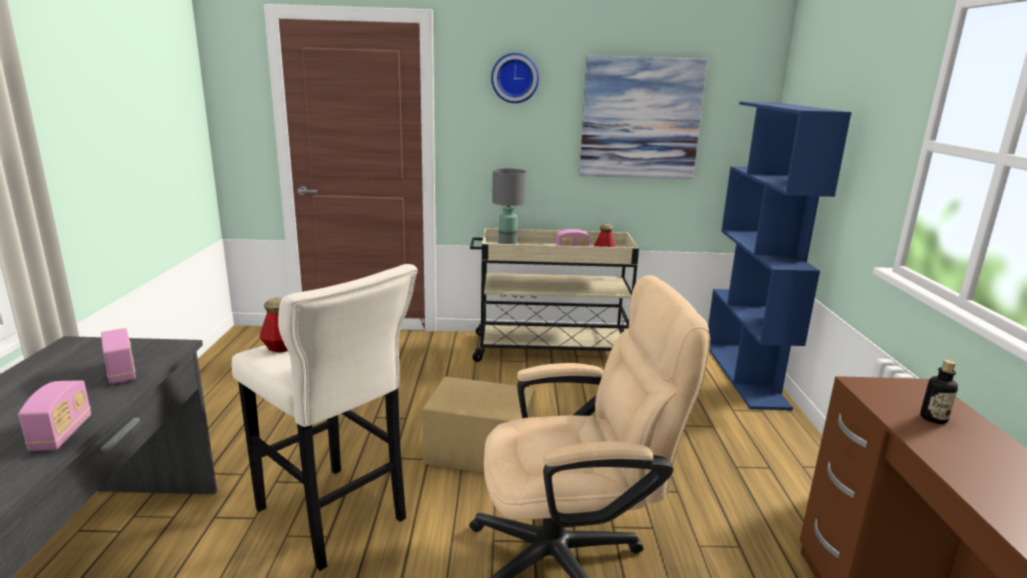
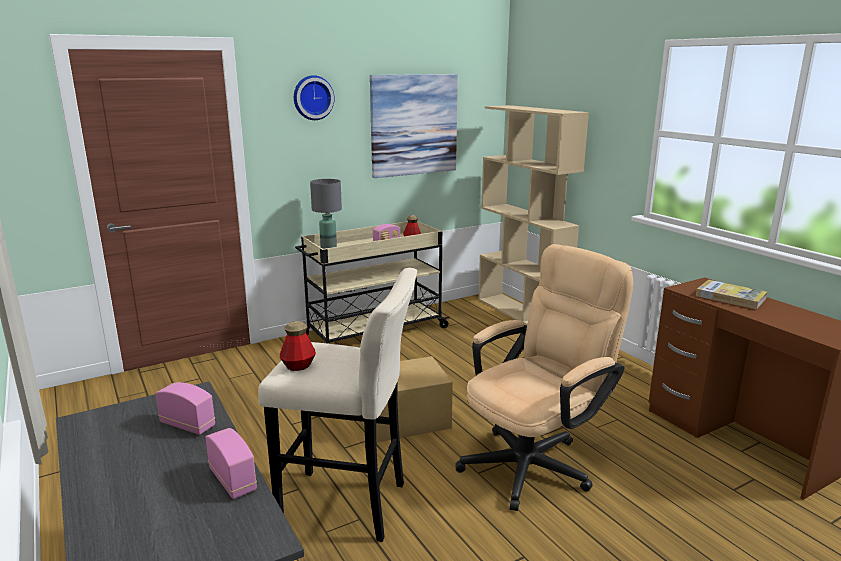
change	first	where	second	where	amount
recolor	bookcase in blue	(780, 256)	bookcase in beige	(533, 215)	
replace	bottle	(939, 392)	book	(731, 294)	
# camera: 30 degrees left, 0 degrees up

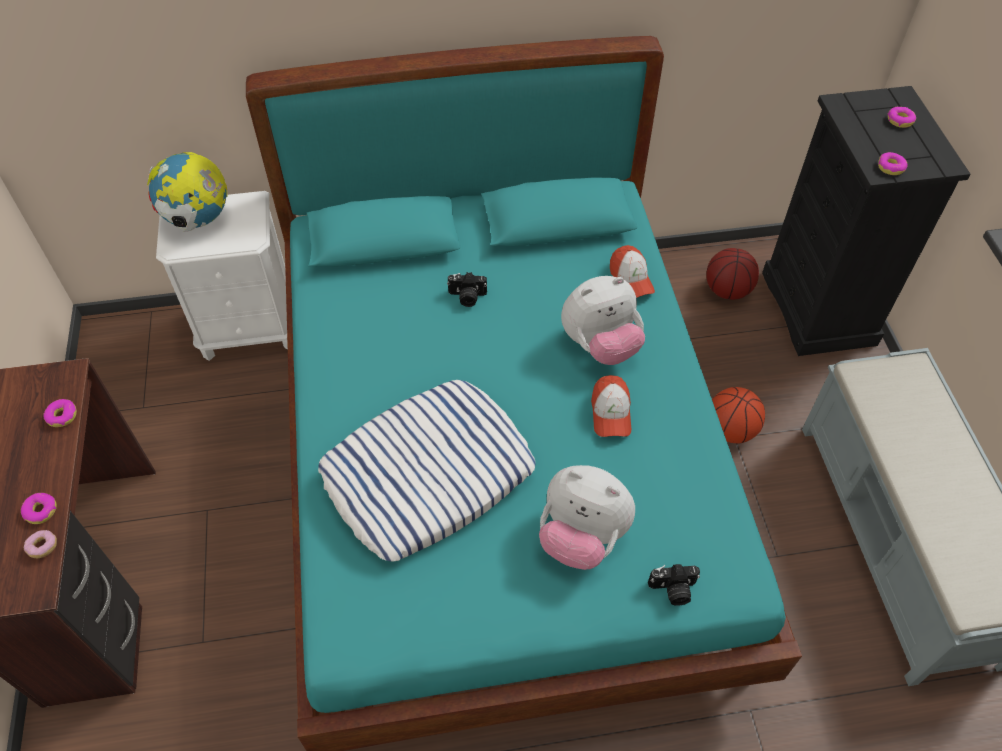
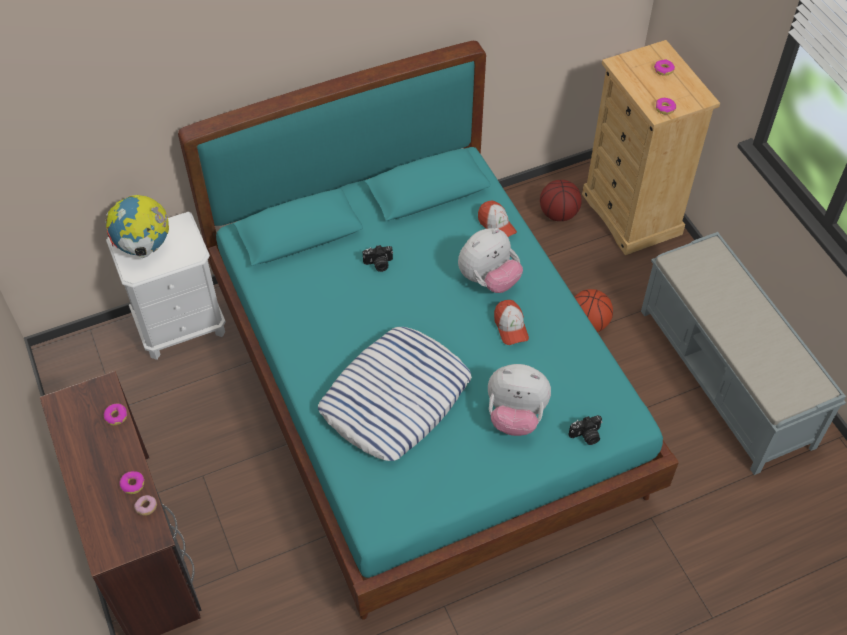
change	first	where	second	where	amount
recolor	dresser in black	(866, 221)	dresser in beige	(651, 147)	
# camera: 15 degrees left, 0 degrees up

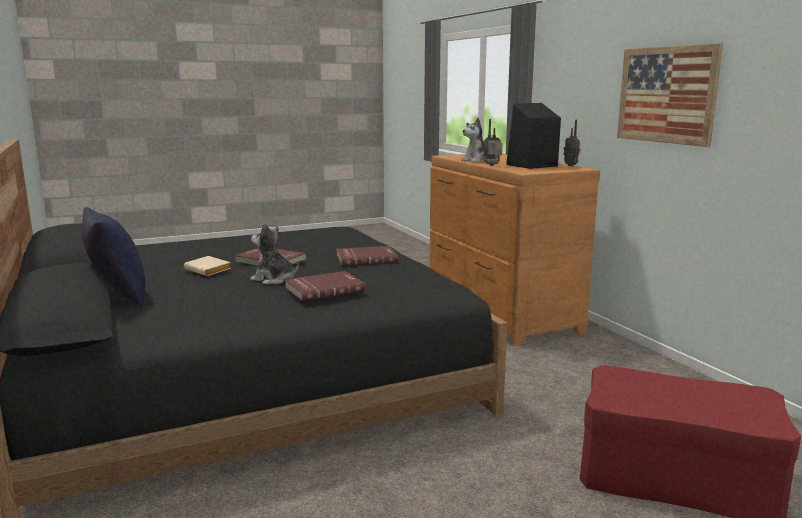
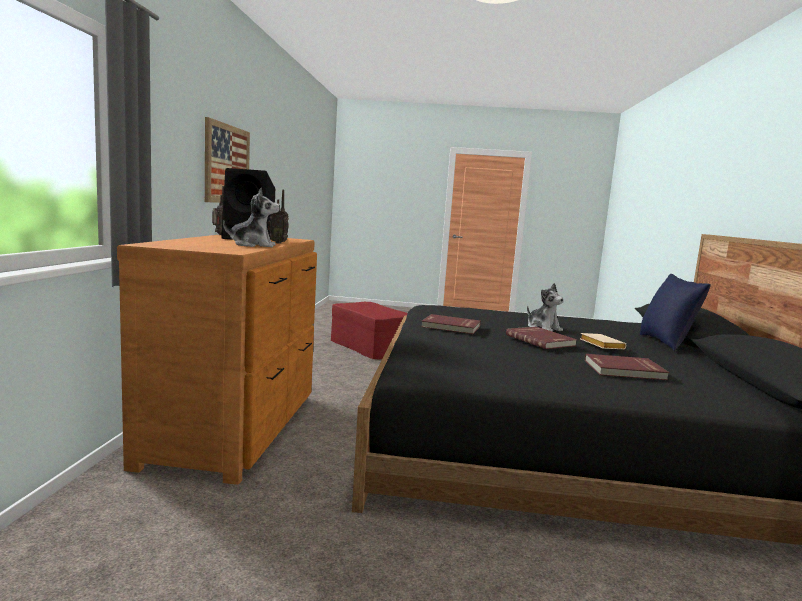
change	first	where	second	where	amount
move	book in red	(325, 286)		(627, 367)	
# camera: 150 degrees left, 5 degrees down

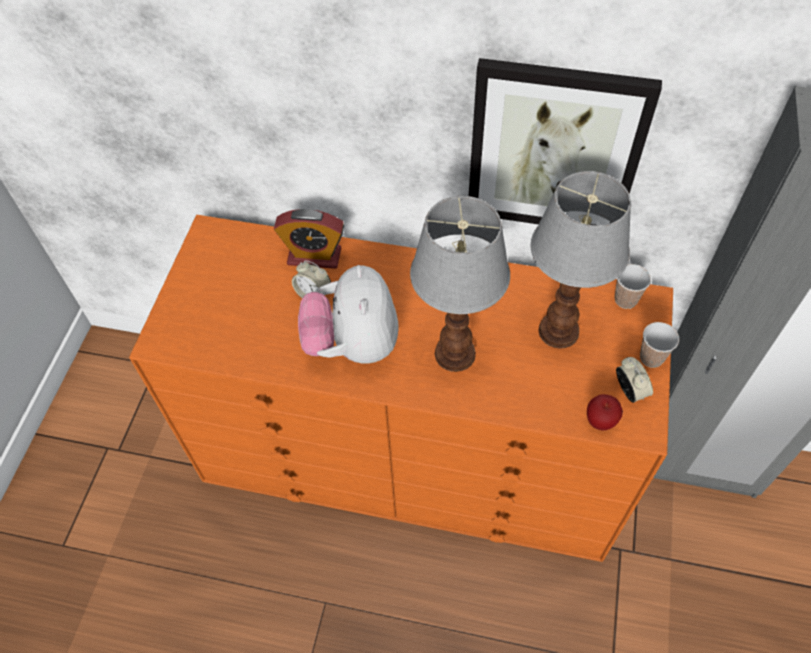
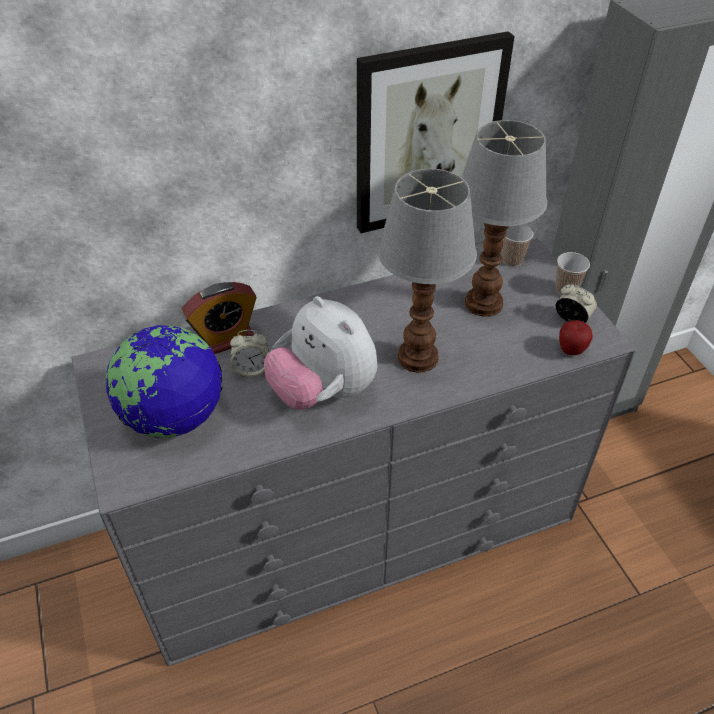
change	first	where	second	where	amount
recolor	dresser in orange	(401, 388)	dresser in grey	(353, 452)	
insert			globe	(164, 381)	
# camera: 35 degrees left, 10 degrees down

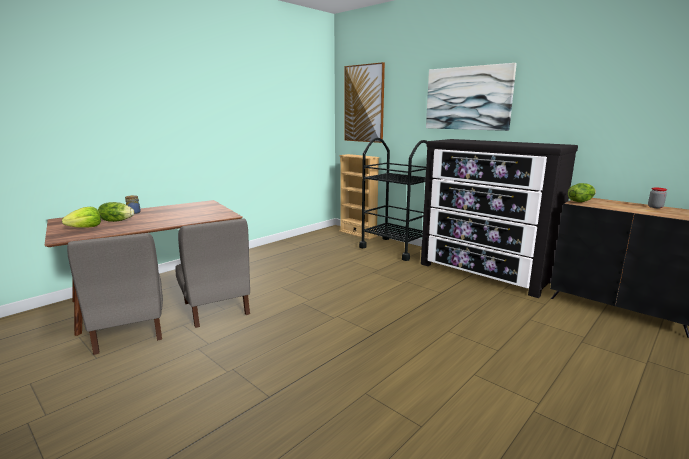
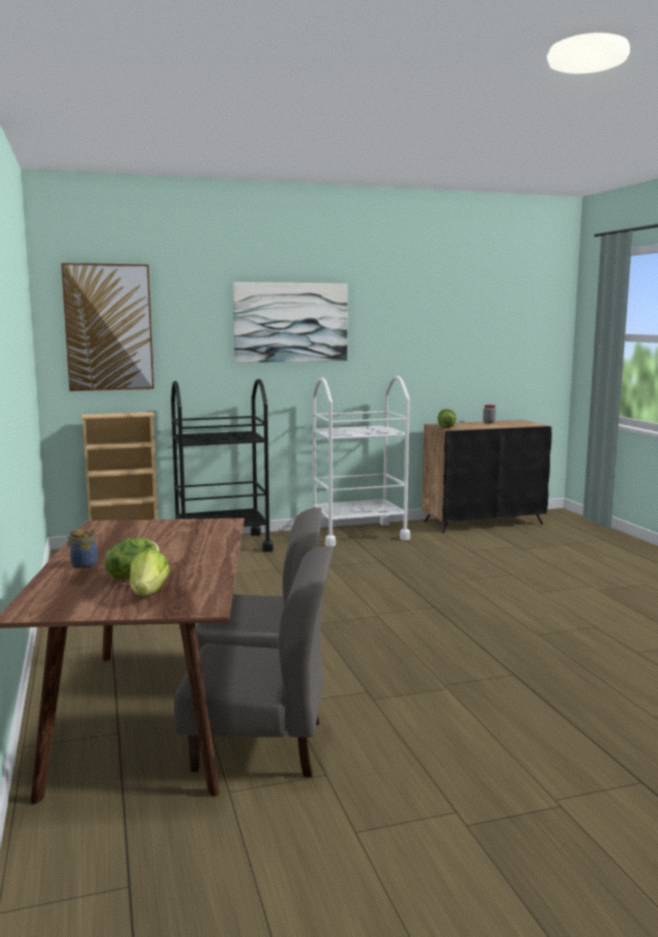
change	first	where	second	where	amount
replace	dresser	(499, 218)	cart in white	(361, 461)	
# camera: 60 degrees left, 5 degrees down

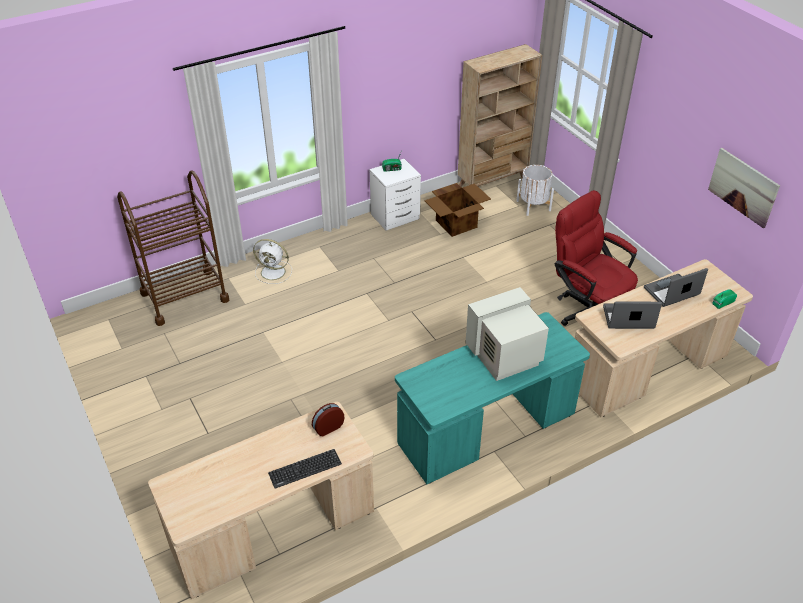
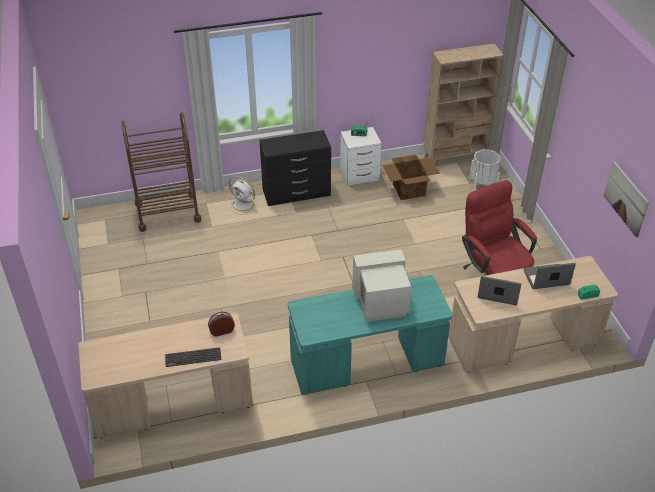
change	first	where	second	where	amount
insert			dresser in black	(295, 168)	
# camera: 15 degrees right, 0 degrees up

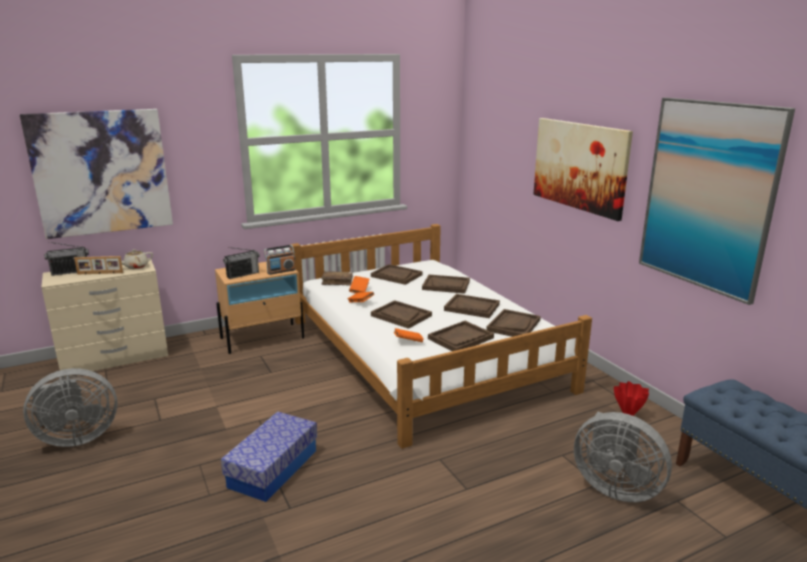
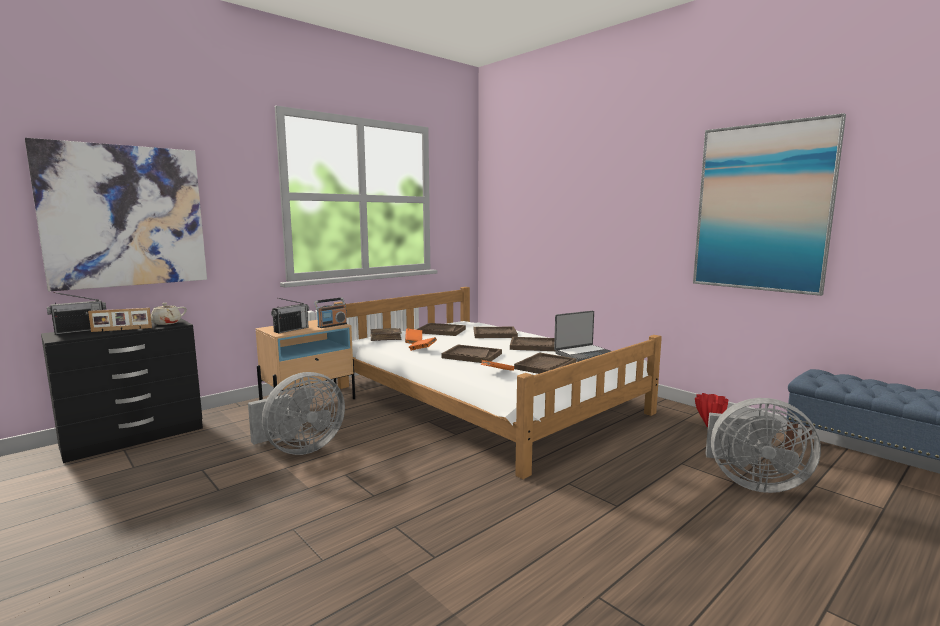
change	first	where	second	where	amount
recolor	dresser in beige	(104, 317)	dresser in black	(122, 390)	
move	fan in grey	(70, 407)		(296, 413)	
replace	tray in brown	(513, 323)	laptop	(582, 336)	
delete	storage box	(269, 457)			
delete	picture	(583, 169)			
# camera: 15 degrees left, 10 degrees down

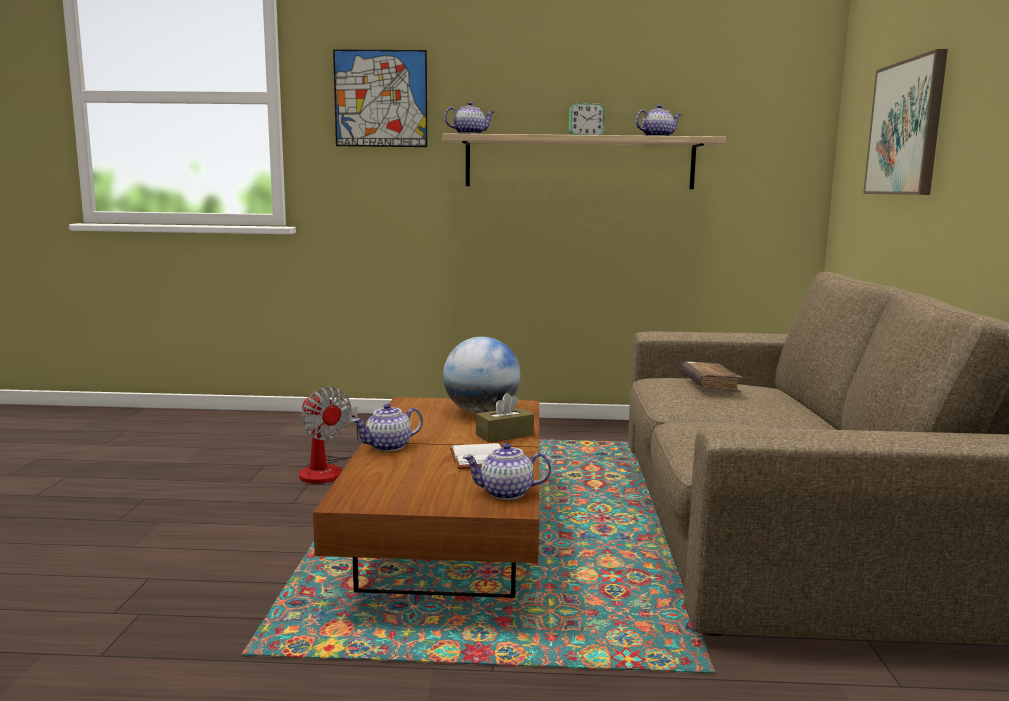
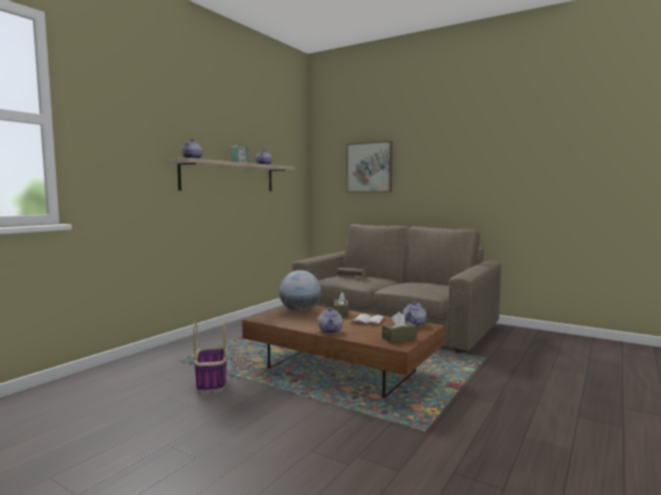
change	first	where	second	where	amount
replace	fan	(329, 435)	basket	(210, 355)	
insert			tissue box in brown	(399, 327)	
delete	picture	(380, 98)			
# camera: 60 degrees left, 5 degrees down

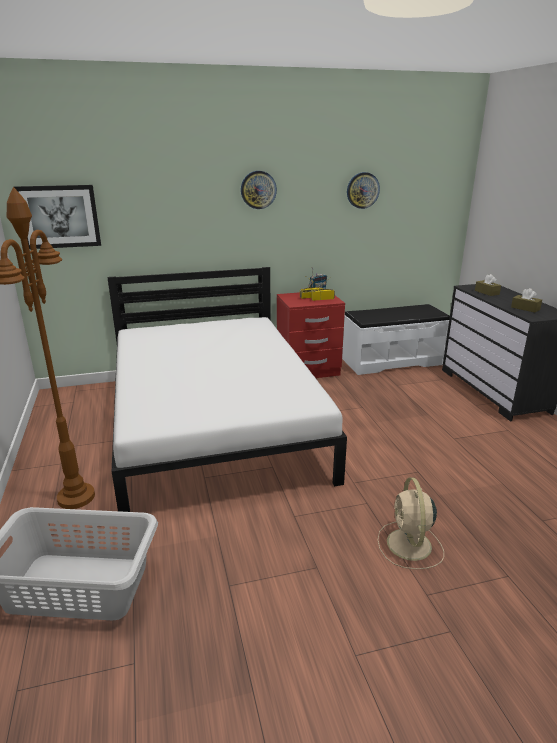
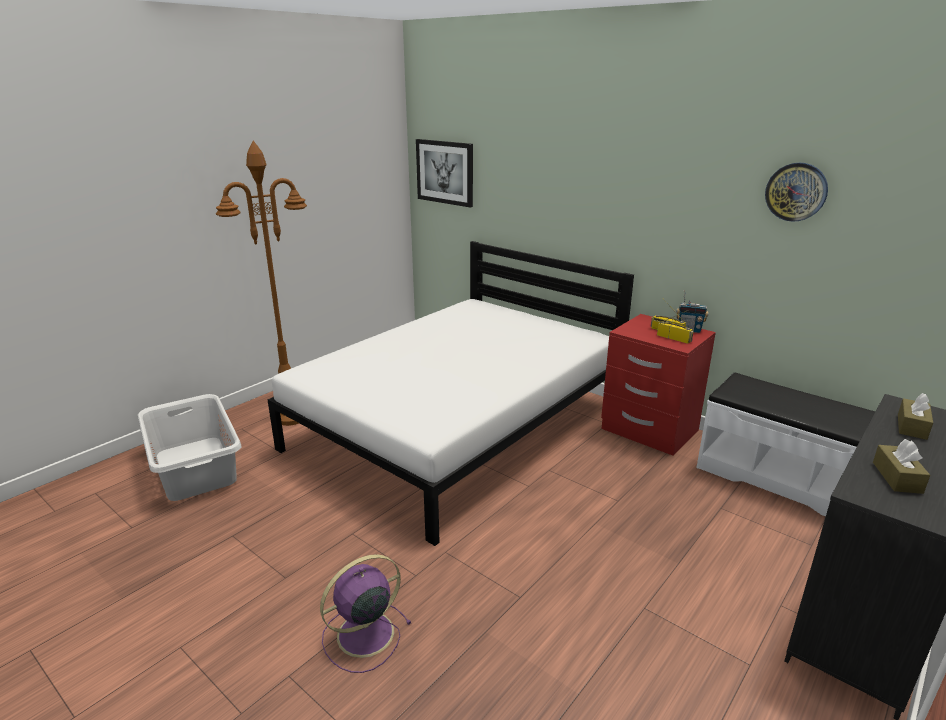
change	first	where	second	where	amount
recolor	fan in beige	(411, 523)	fan in purple	(366, 613)	
delete	wall clock	(259, 190)			
# camera: 55 degrees right, 0 degrees up

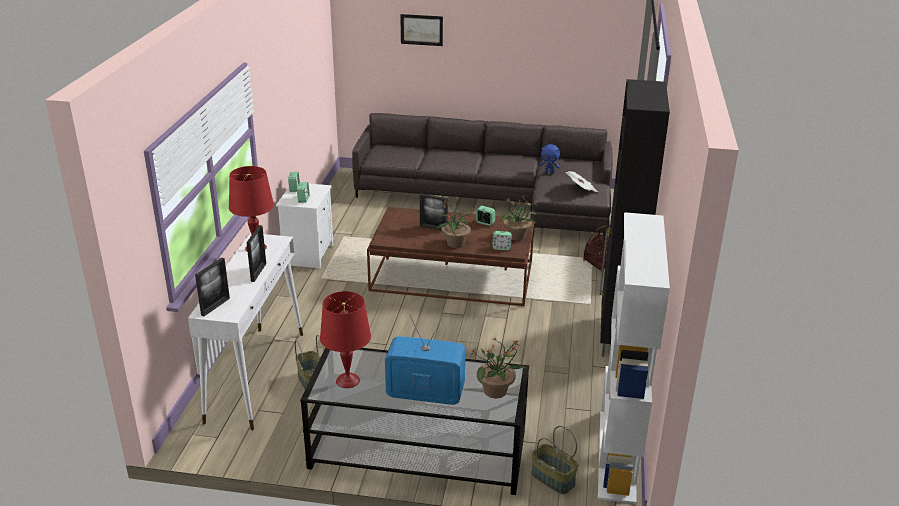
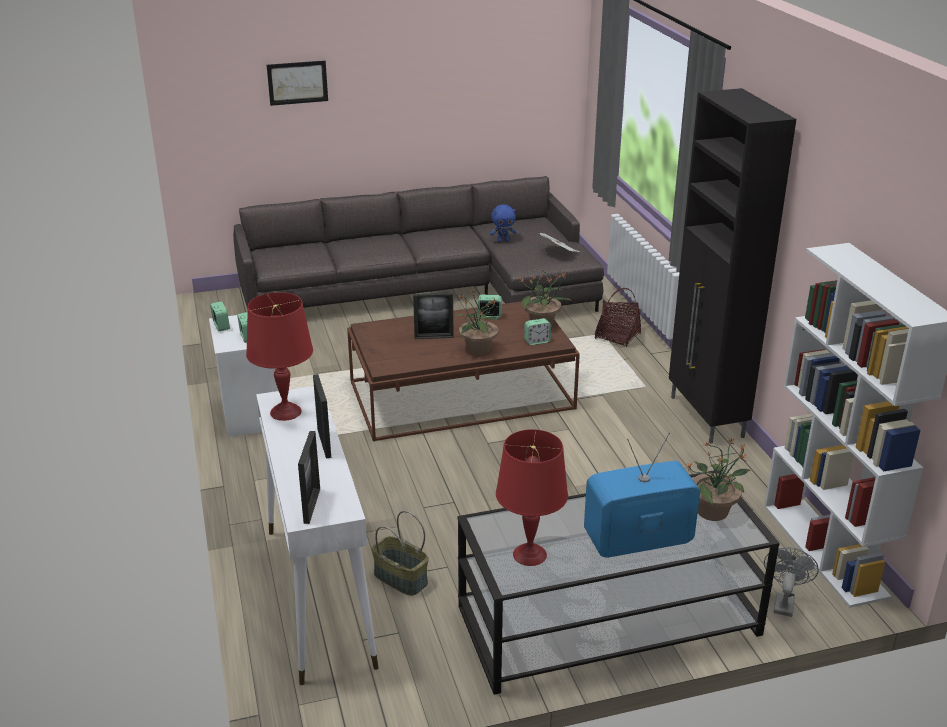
change	first	where	second	where	amount
replace	basket	(554, 460)	fan in grey	(791, 582)	
# camera: 25 degrees left, 0 degrees up

